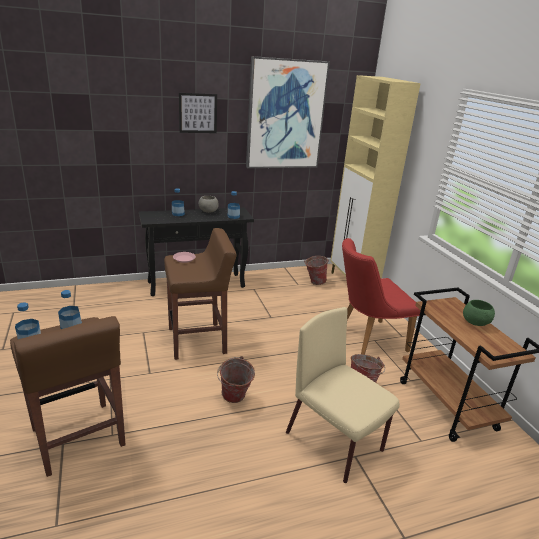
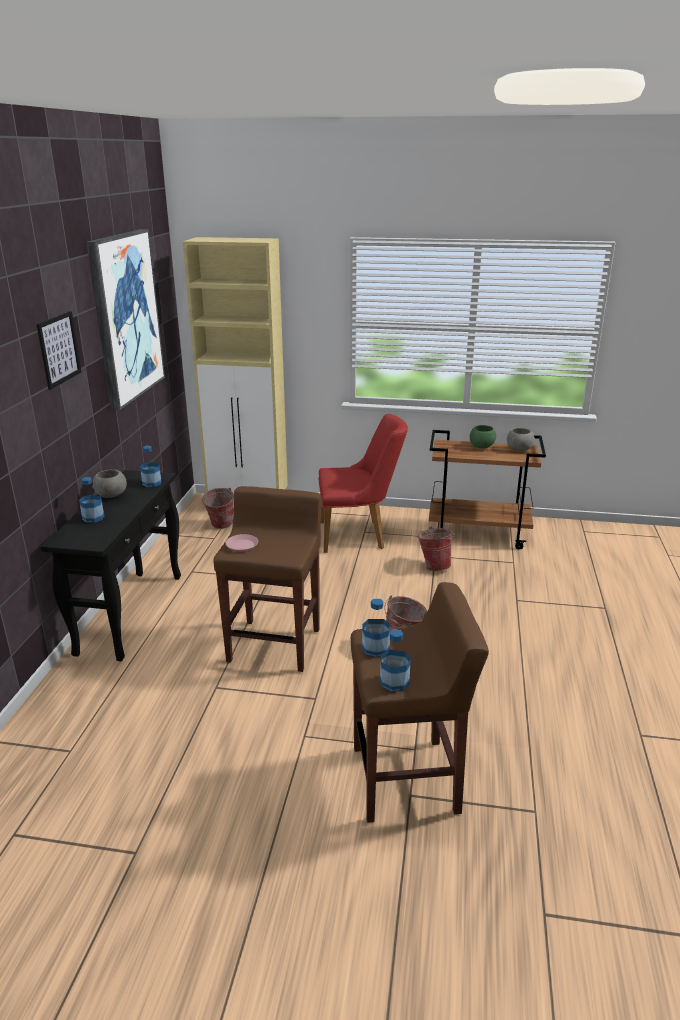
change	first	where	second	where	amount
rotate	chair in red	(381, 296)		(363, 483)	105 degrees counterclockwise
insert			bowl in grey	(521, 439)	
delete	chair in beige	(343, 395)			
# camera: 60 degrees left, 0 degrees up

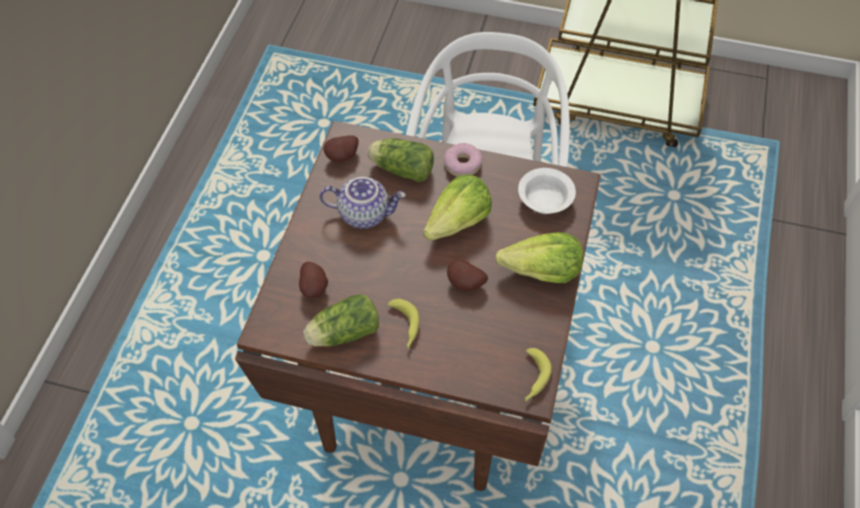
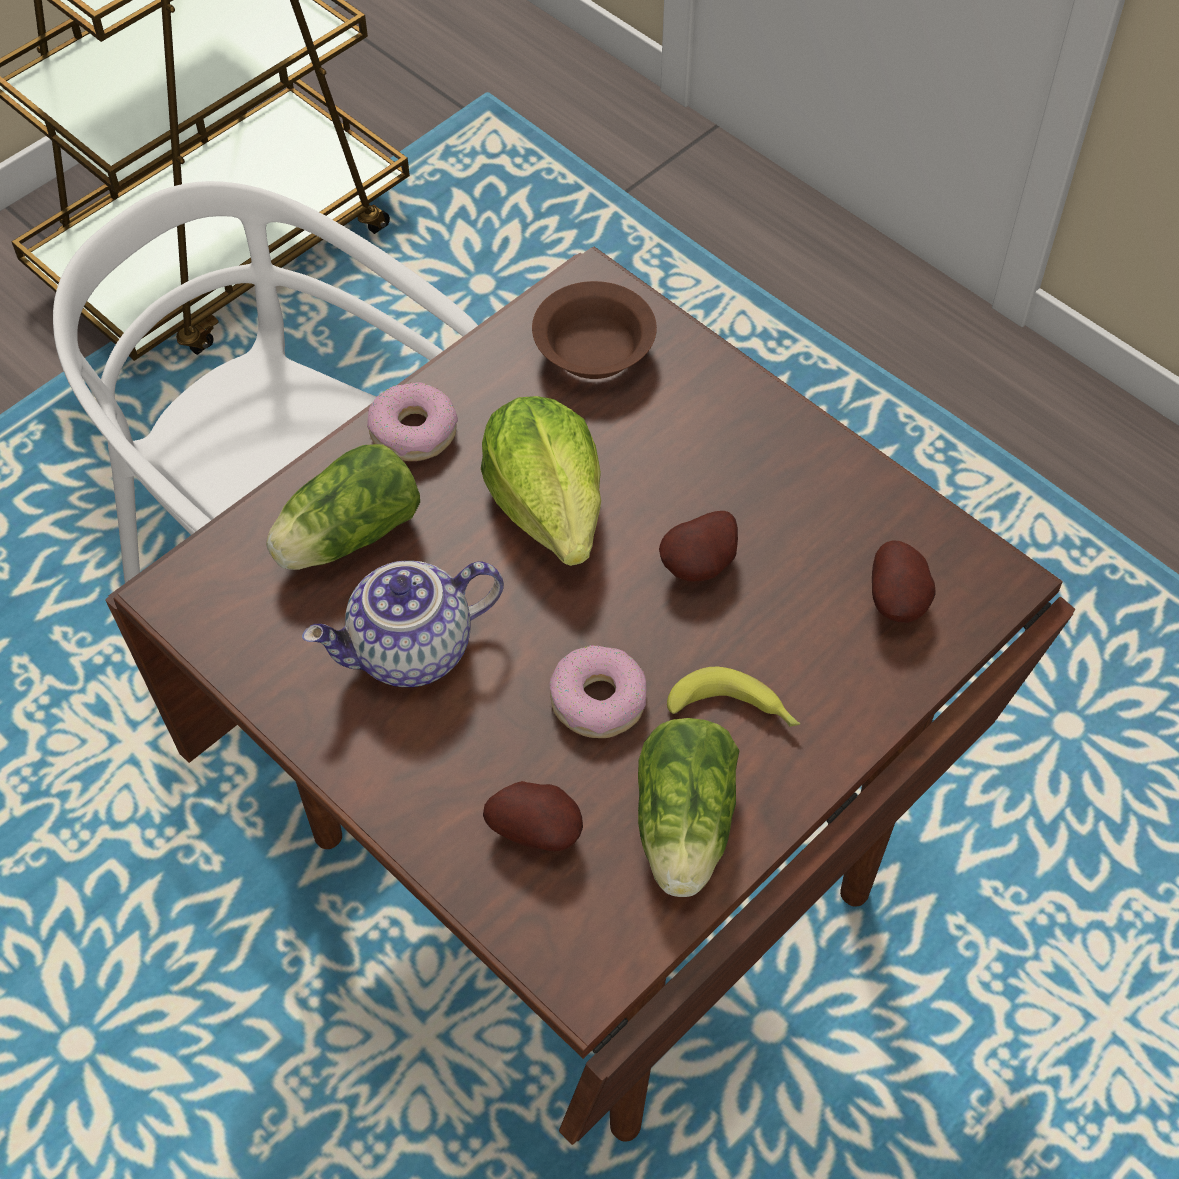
change	first	where	second	where	amount
rotate	teapot	(363, 203)		(403, 624)	150 degrees counterclockwise
recolor	bowl in white	(547, 191)	bowl in brown	(594, 330)	
insert			donut	(598, 691)	
move	potato	(341, 148)		(904, 581)	
delete	lettuce	(539, 257)			
delete	banana	(538, 375)			
# camera: 60 degrees left, 0 degrees up

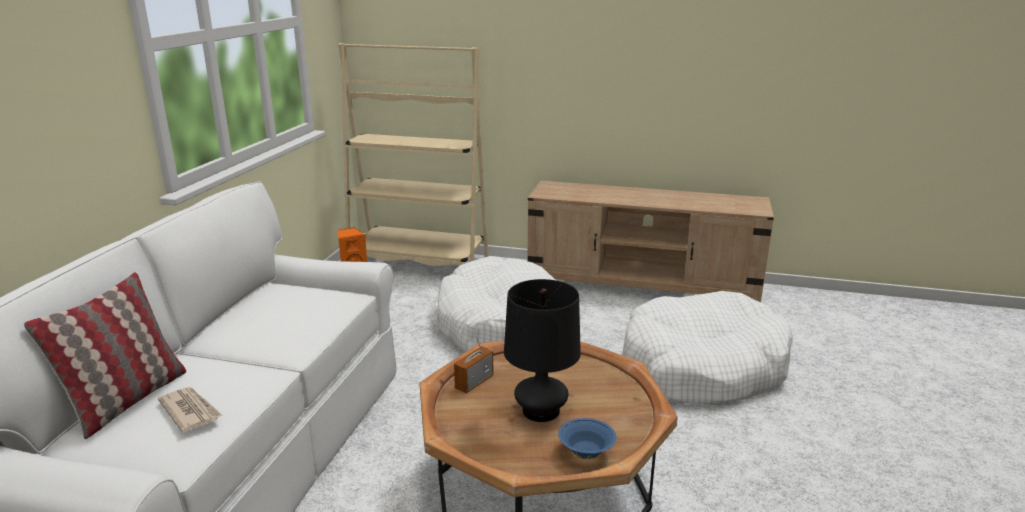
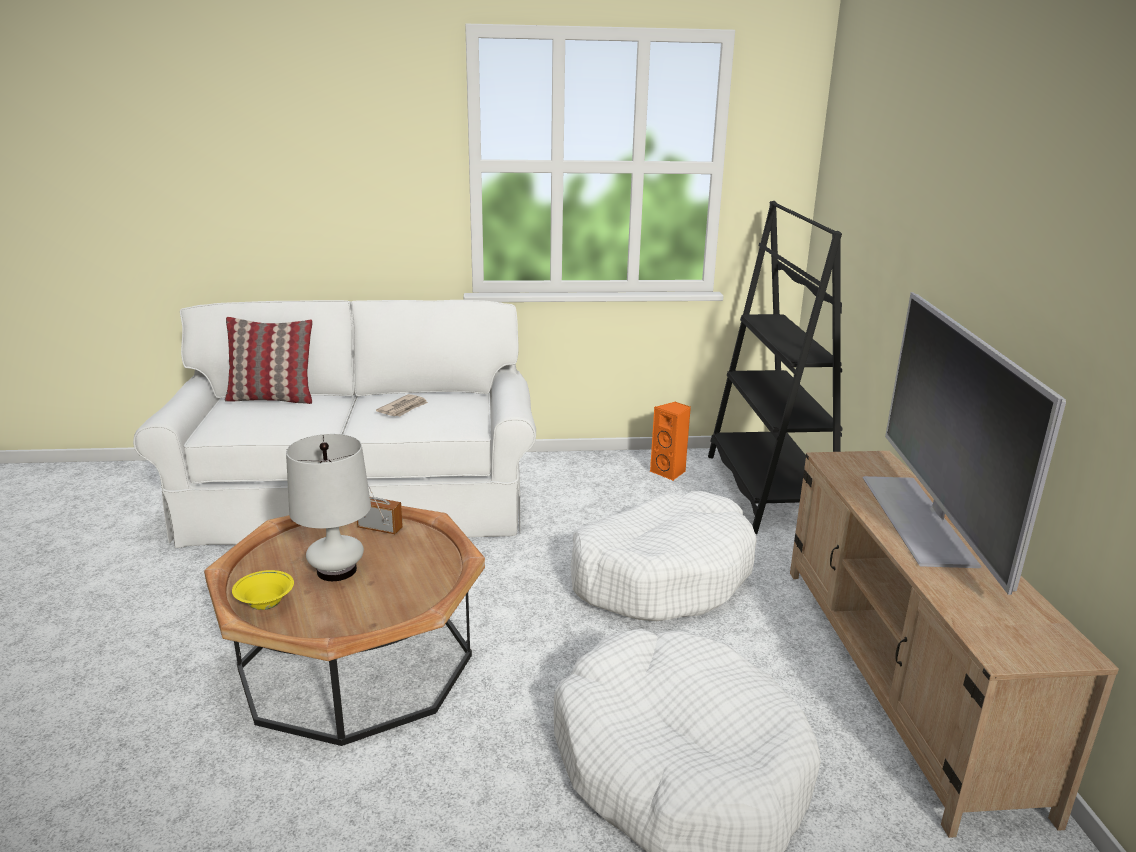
change	first	where	second	where	amount
recolor	bowl in blue	(587, 438)	bowl in yellow	(263, 590)	
recolor	table lamp in black	(542, 350)	table lamp in white	(328, 507)	
move	newspaper	(190, 409)		(402, 405)	
recolor	bookcase in beige	(413, 154)	bookcase in black	(775, 367)	
insert			television	(964, 443)	
# camera: 70 degrees right, 0 degrees up

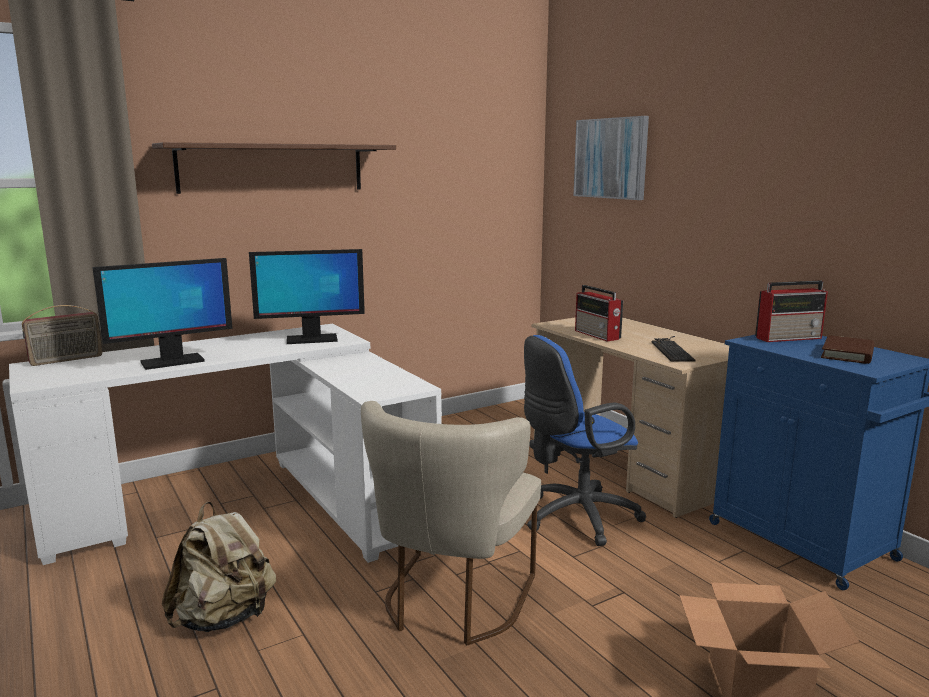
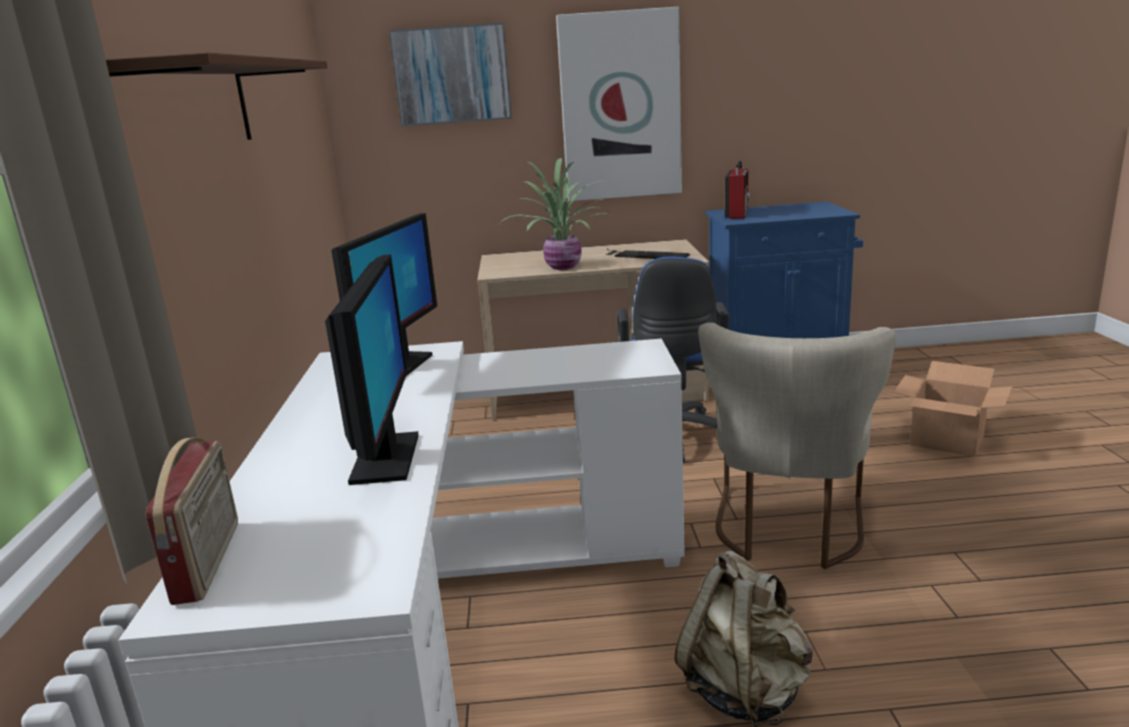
change	first	where	second	where	amount
replace	radio	(599, 313)	potted plant	(556, 214)	
insert			picture	(619, 104)	
rotate	chair in beige	(451, 523)		(797, 446)	60 degrees clockwise
delete	book in brown	(847, 349)			
# camera: 60 degrees left, 5 degrees up

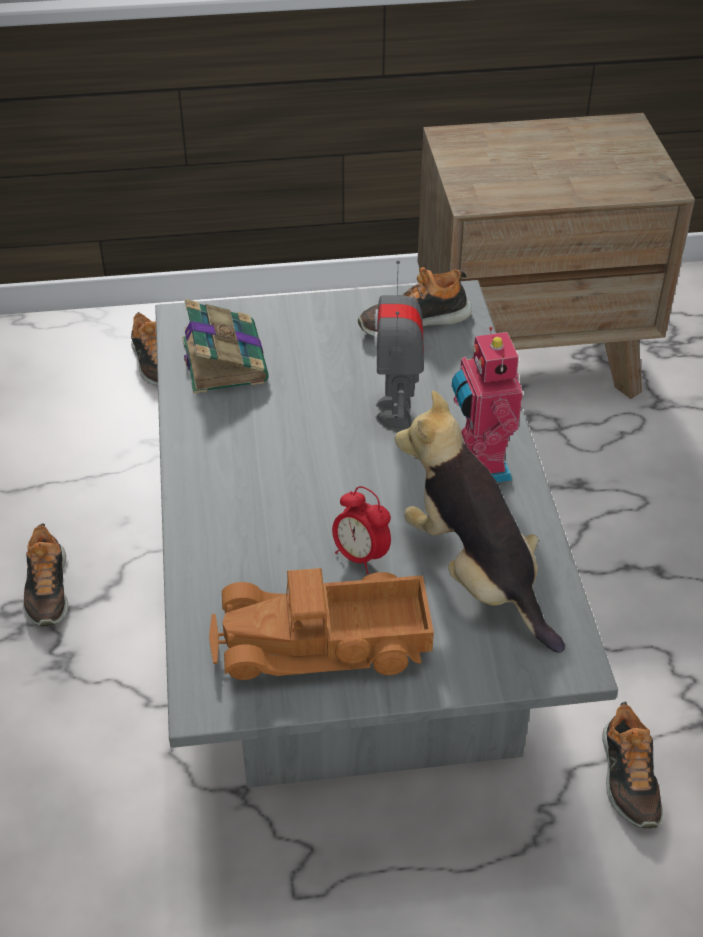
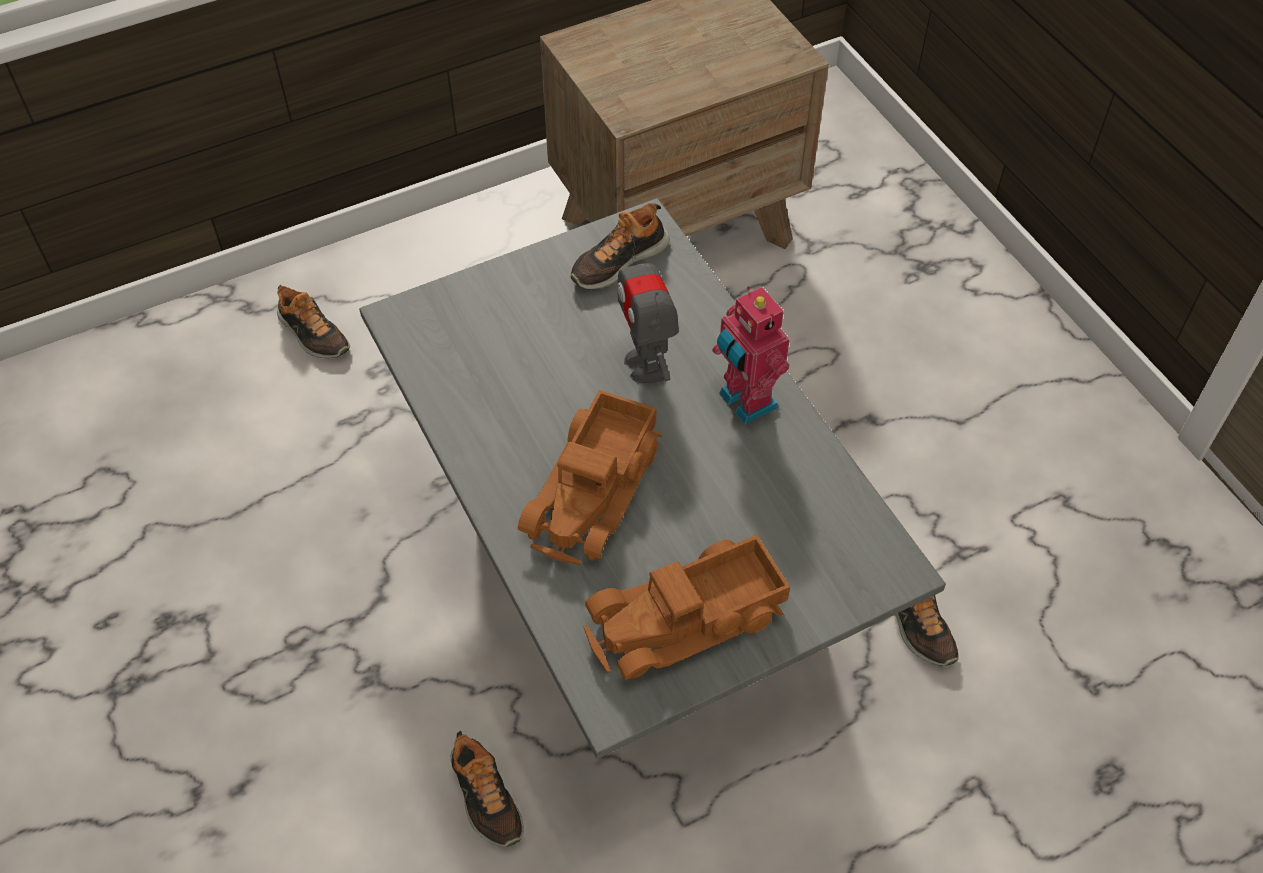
change	first	where	second	where	amount
move	shoe	(45, 574)		(487, 789)	
insert			toy truck	(590, 477)	
delete	book	(225, 346)			
delete	alarm clock	(361, 530)			
delete	plush toy	(480, 522)			
# camera: 20 degrees left, 10 degrees up

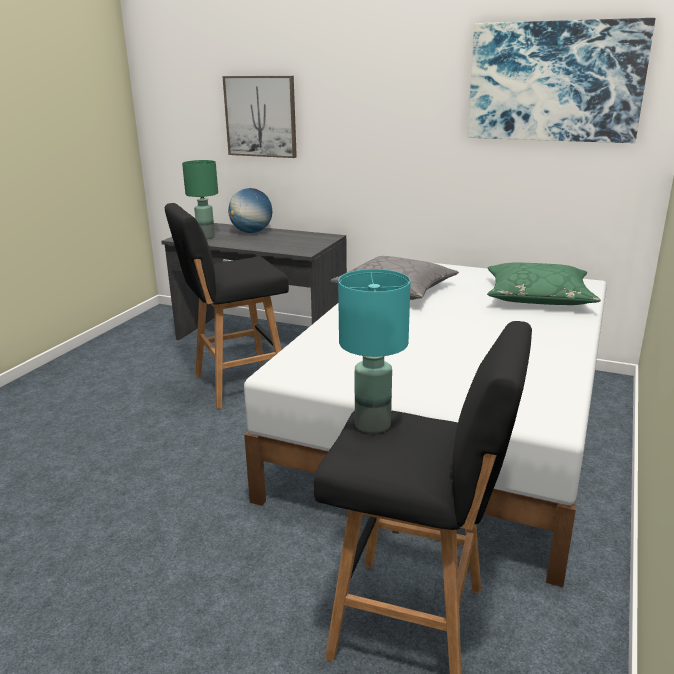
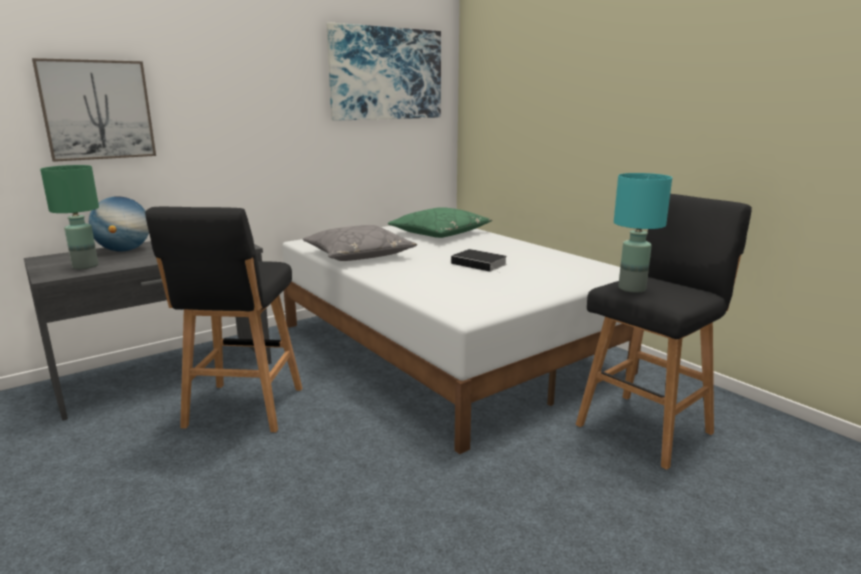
change	first	where	second	where	amount
insert			book	(479, 260)	
# camera: 60 degrees left, 5 degrees down

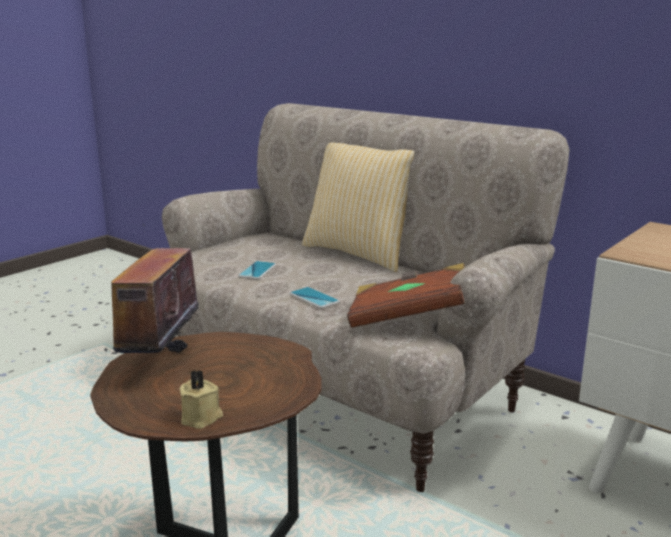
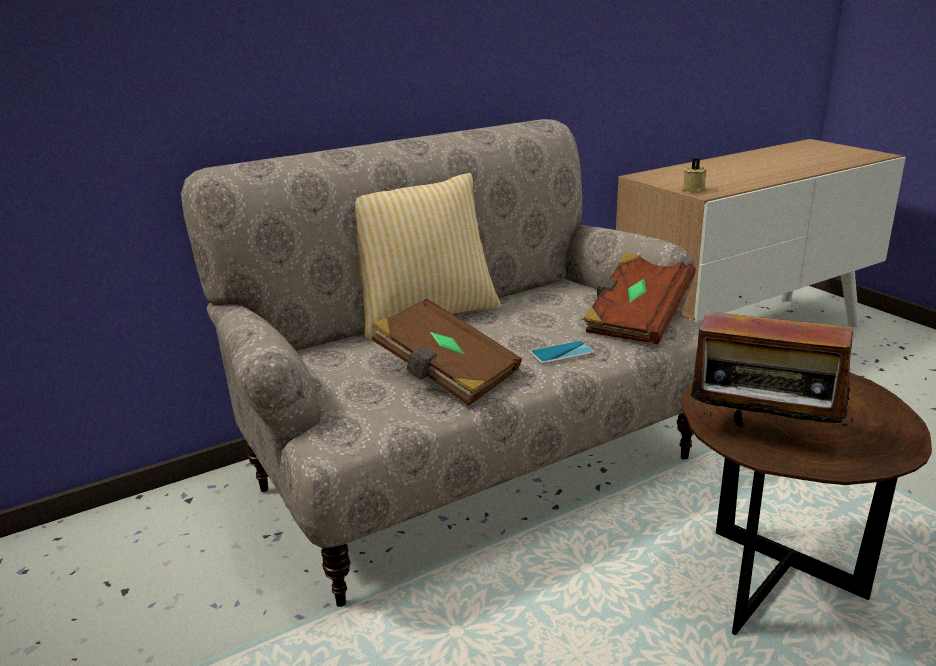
change	first	where	second	where	amount
replace	phone	(257, 270)	book in brown	(447, 352)	
move	candle in beige	(201, 399)		(694, 175)	
# camera: 70 degrees left, 5 degrees up

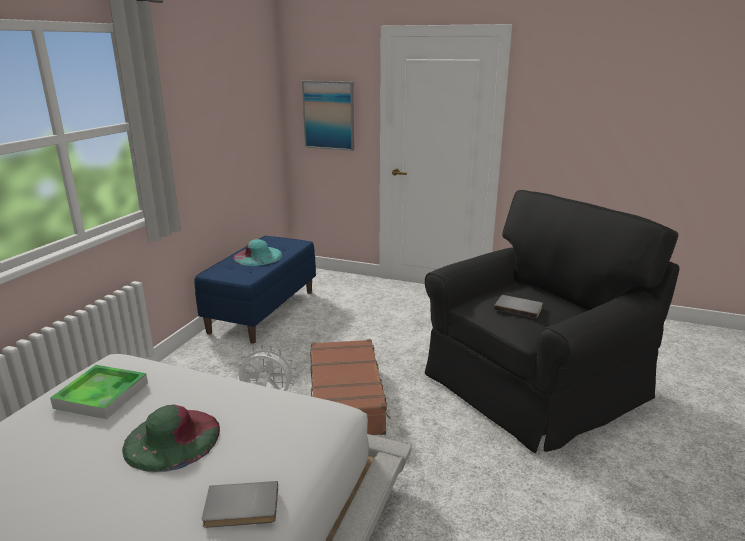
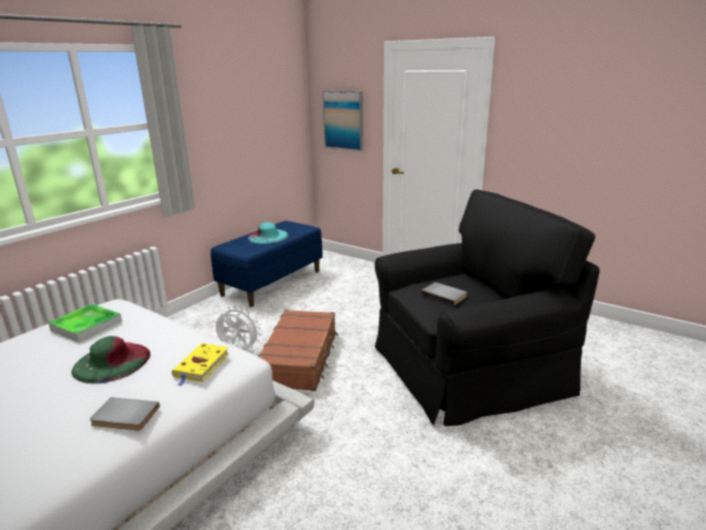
change	first	where	second	where	amount
insert			book in yellow	(200, 364)	
# camera: 15 degrees right, 0 degrees up

